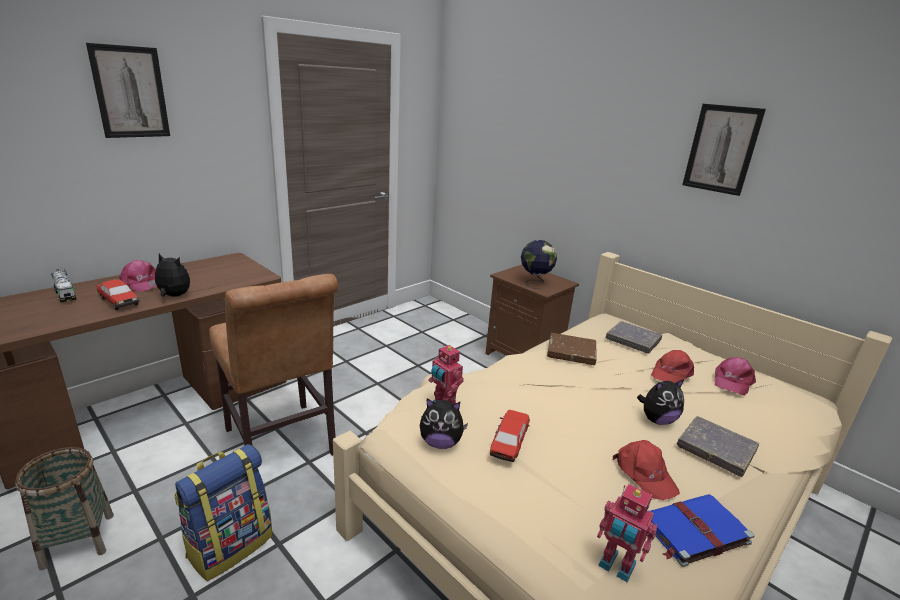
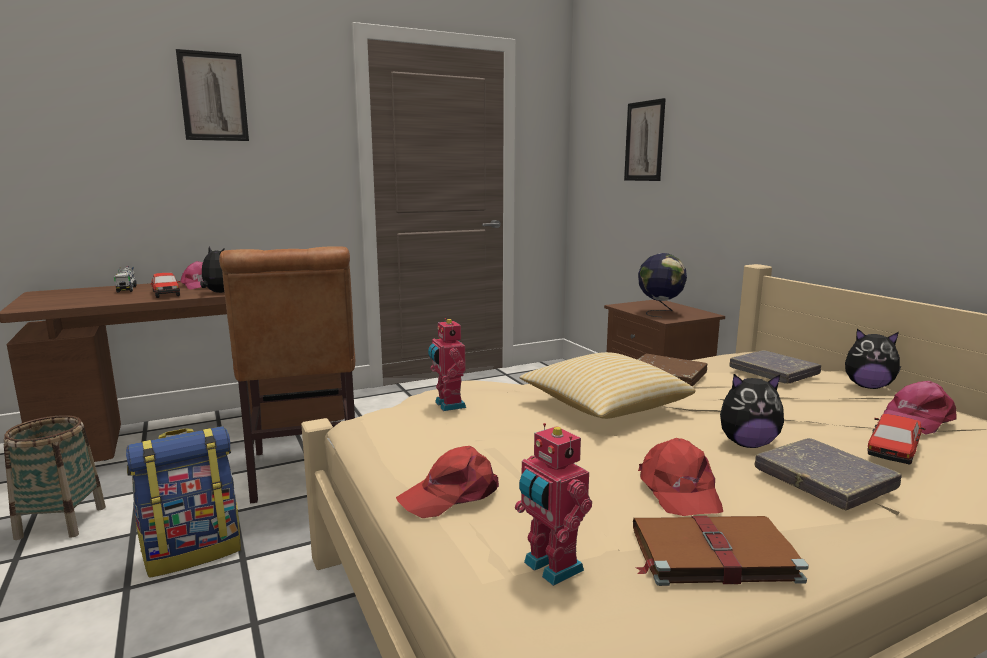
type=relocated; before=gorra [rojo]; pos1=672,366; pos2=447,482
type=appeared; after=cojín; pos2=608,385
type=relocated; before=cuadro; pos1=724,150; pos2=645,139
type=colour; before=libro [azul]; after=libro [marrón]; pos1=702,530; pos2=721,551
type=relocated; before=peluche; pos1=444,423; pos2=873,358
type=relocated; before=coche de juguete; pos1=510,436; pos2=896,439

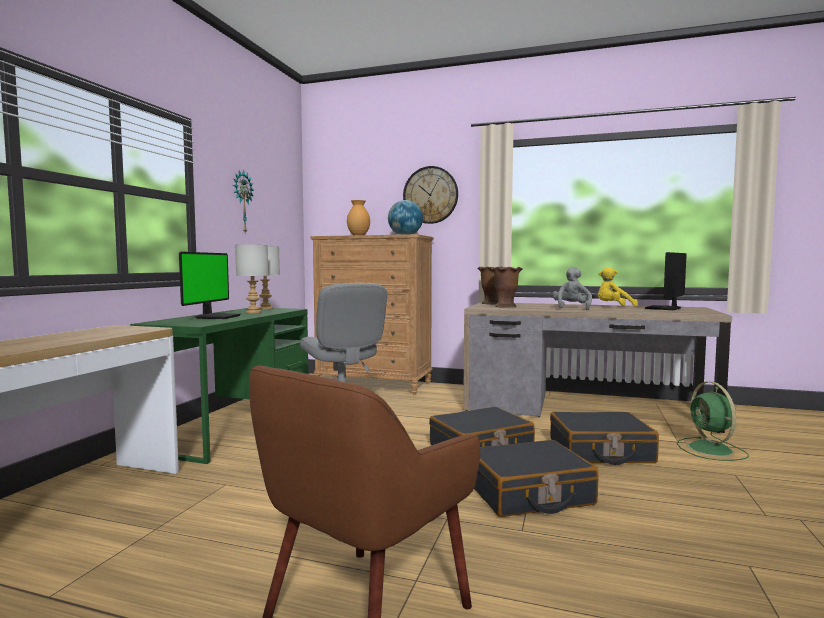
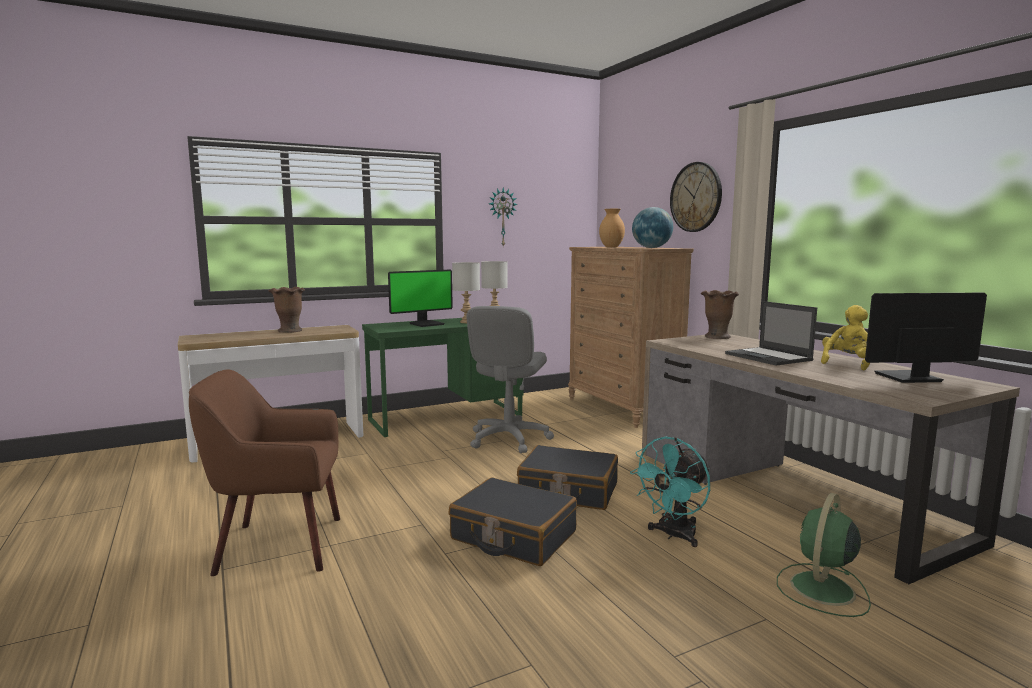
type=relocated; before=florero [marrón]; pos1=507,287; pos2=287,310
type=exchanged; before=maleta [negro]; after=ventilador [turquesa]; pos1=604,438; pos2=670,491
type=exchanged; before=peluche [gris]; after=portátil; pos1=572,288; pos2=771,333
type=spun; before=peluche [amarillo]; pos1=618,287; pos2=845,337; turn=90

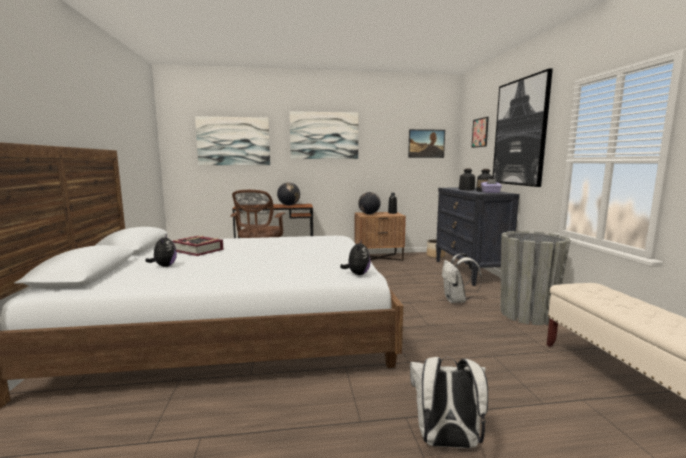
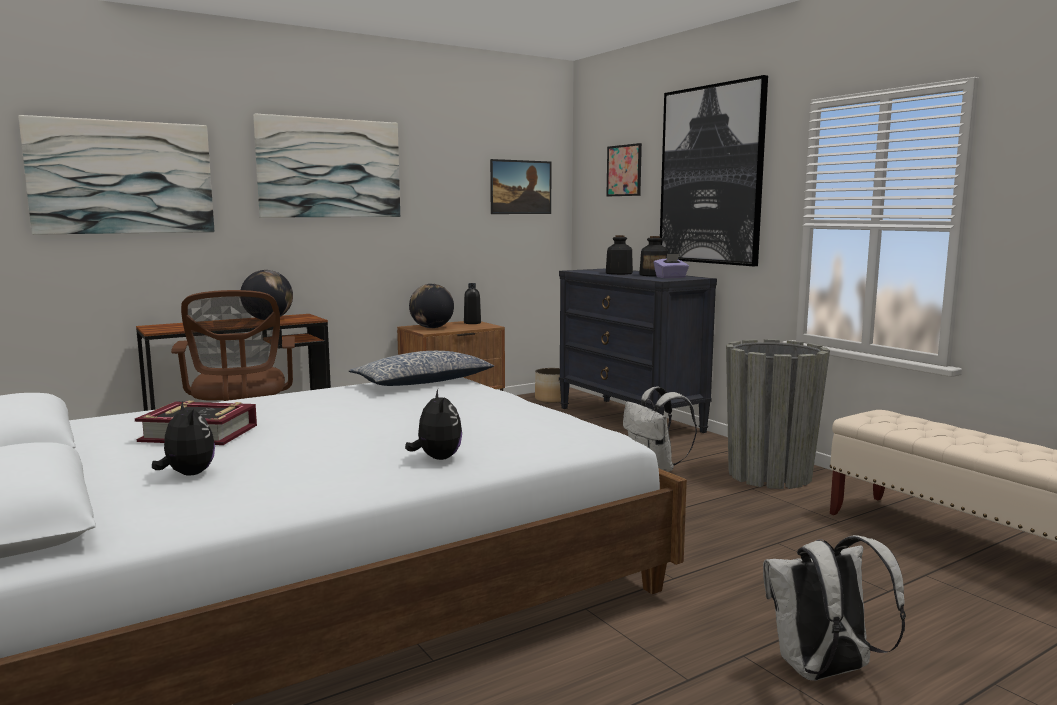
type=appeared; after=cojín; pos2=421,368
type=relocated; before=peluche; pos1=355,257; pos2=433,424

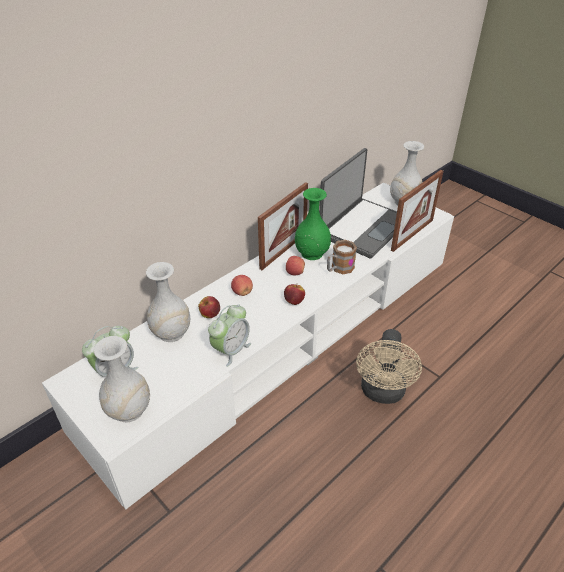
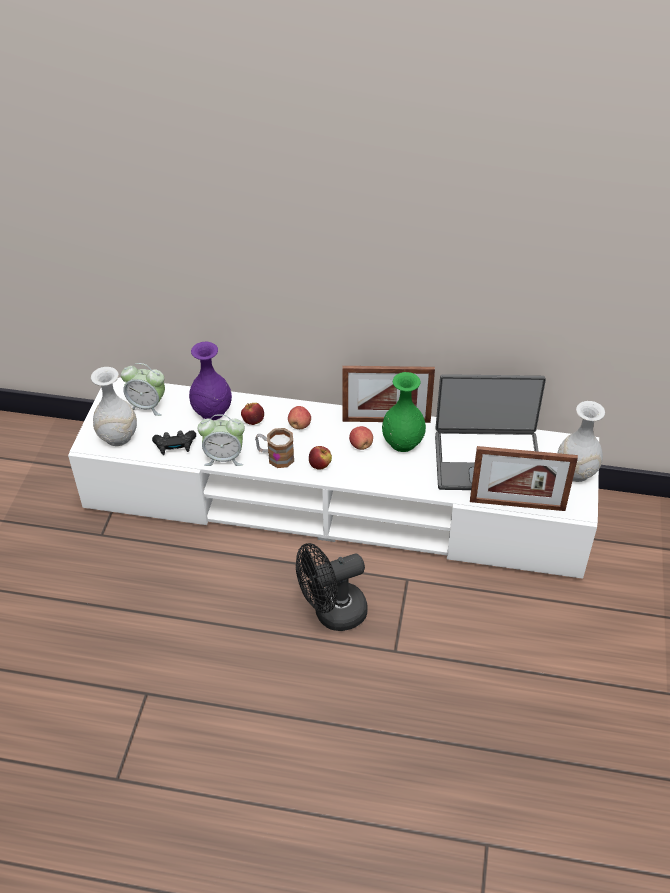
type=appeared; after=mando de consola [negro]; pos2=174,442
type=colour; before=florero [blanco]; after=florero [morado]; pos1=168,302; pos2=210,381
type=relocated; before=taza grande; pos1=342,257; pos2=274,448
type=colour; before=ventilador [beis]; after=ventilador [negro]; pos1=389,366; pos2=332,587

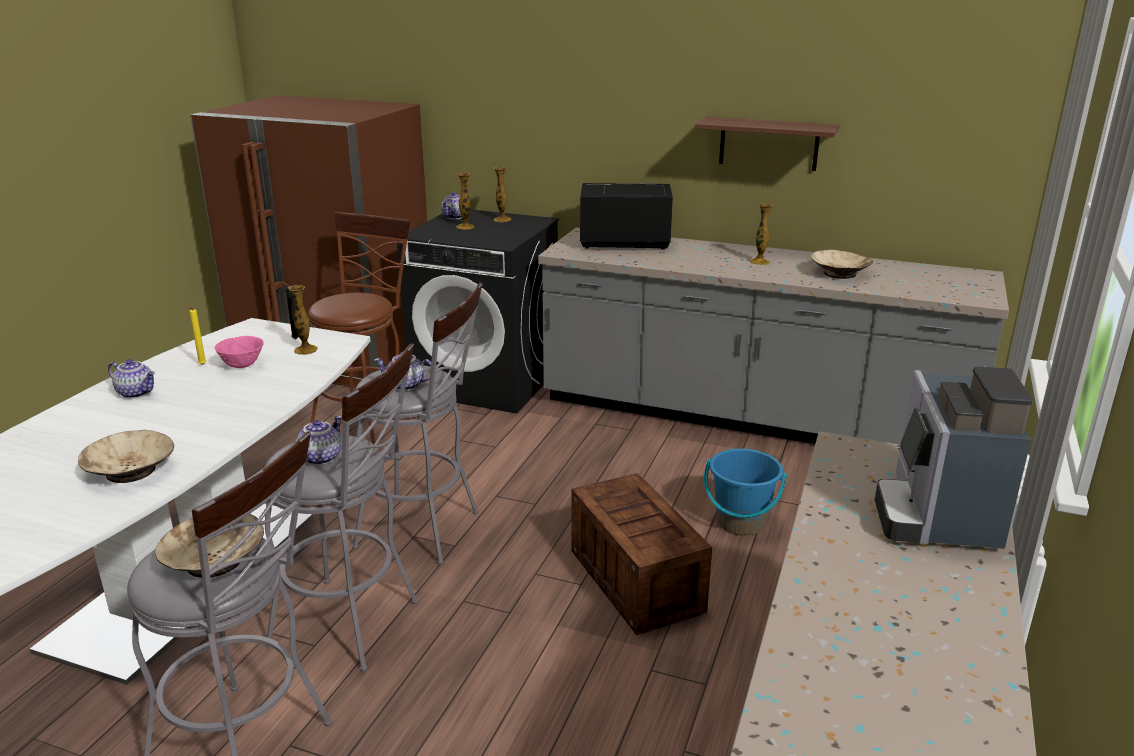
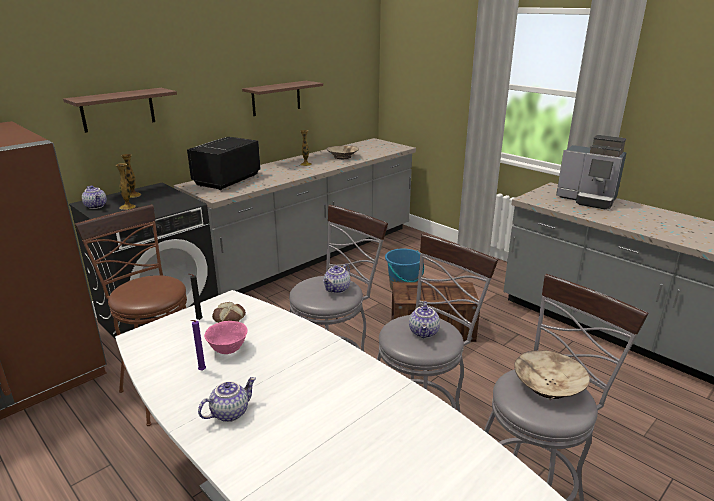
type=appeared; after=estante; pos2=120,110
type=colour; before=vela [amarillo]; after=vela [morado]; pos1=196,335; pos2=198,345
type=exchanged; before=florero; after=pan; pos1=303,320; pos2=229,312
type=spun; before=tetera; pos1=318,440; pos2=424,319; turn=-135
type=missing; before=cuenco [beis]; pos1=126,456

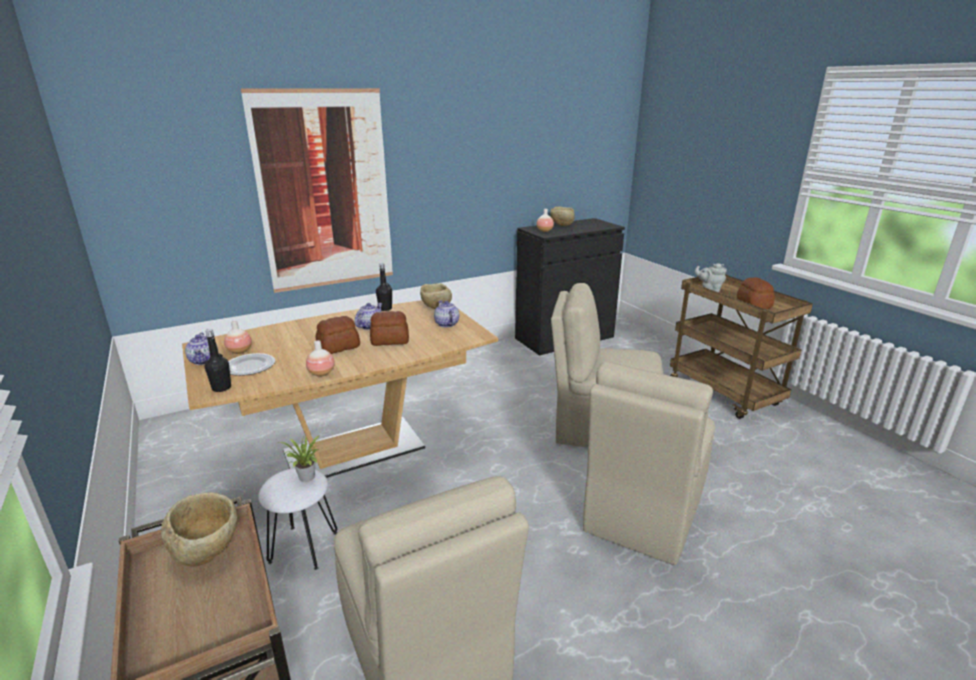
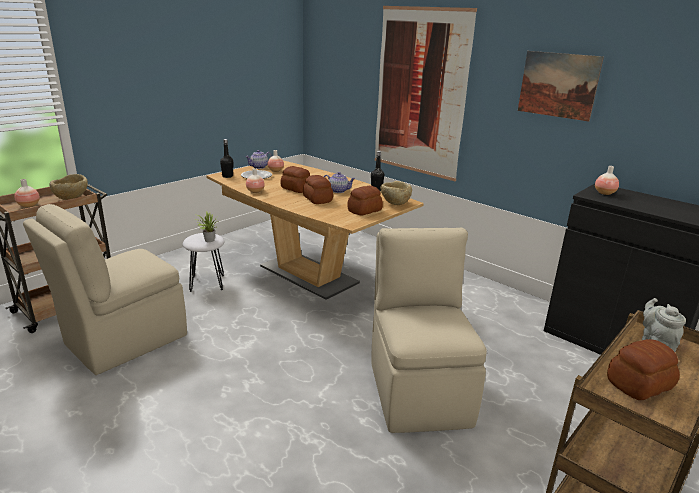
type=appeared; after=florero; pos2=27,193
type=exchanged; before=tetera; after=pan; pos1=446,314; pos2=365,200
type=appeared; after=cuadro; pos2=561,86
type=missing; before=cuenco [beis]; pos1=562,216
type=missing; before=silla [beis]; pos1=649,463

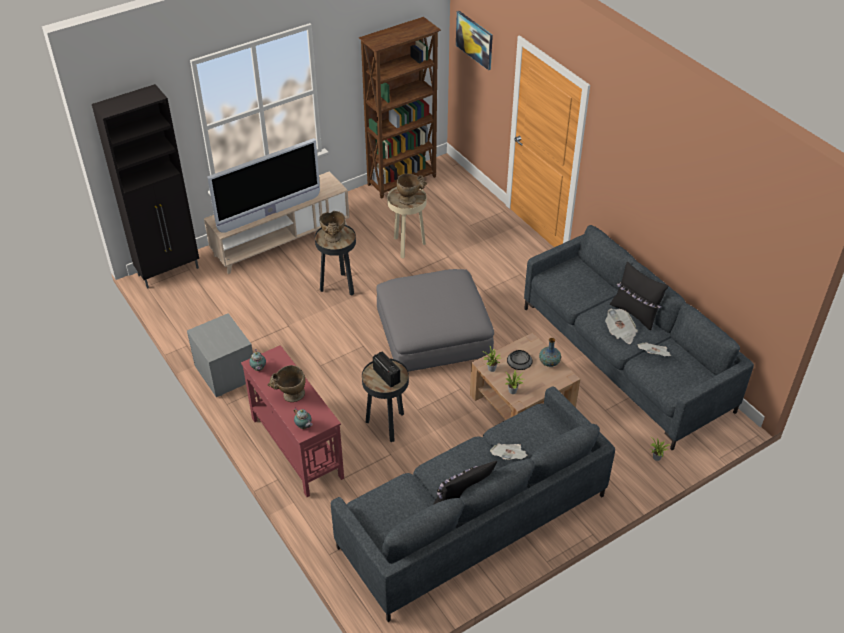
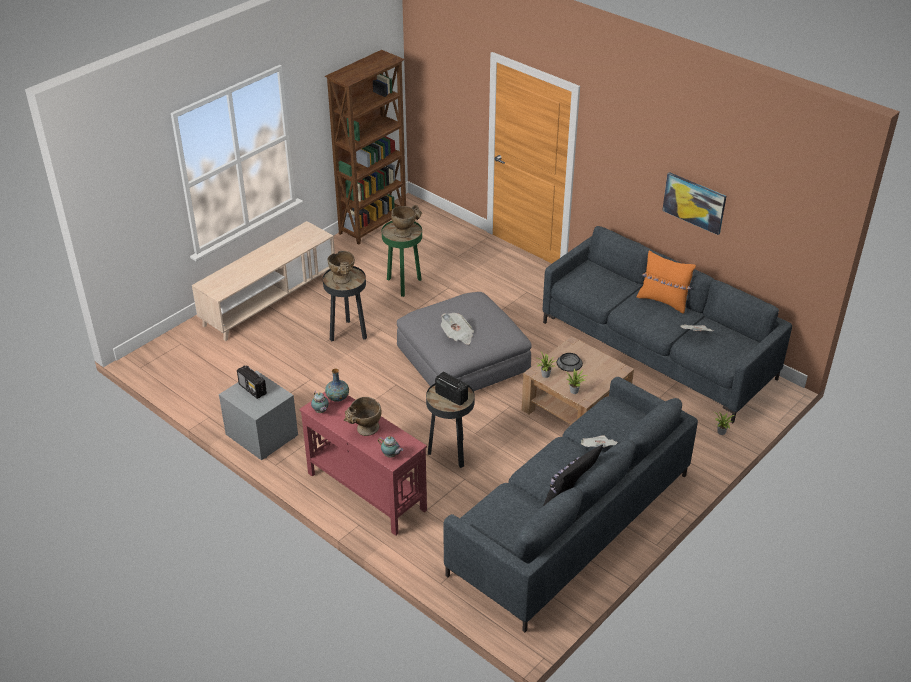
type=appeared; after=radio; pos2=252,382
type=relocated; before=florero; pos1=550,352; pos2=337,385
type=colour; before=mesa auxiliar [beis]; after=mesa auxiliar [verde]; pos1=406,222; pos2=402,259
type=relocated; before=periódico; pos1=621,326; pos2=457,329
type=colour; before=cojín [negro]; after=cojín [naranja]; pos1=639,296; pos2=666,282
type=relocated; before=cuadro; pos1=474,40; pos2=694,203
type=missing; before=armario [negro]; pos1=145,186
type=missing; before=televisor; pos1=263,185

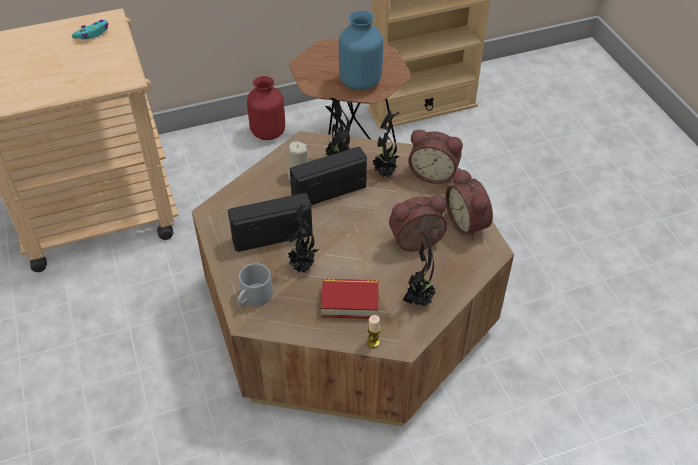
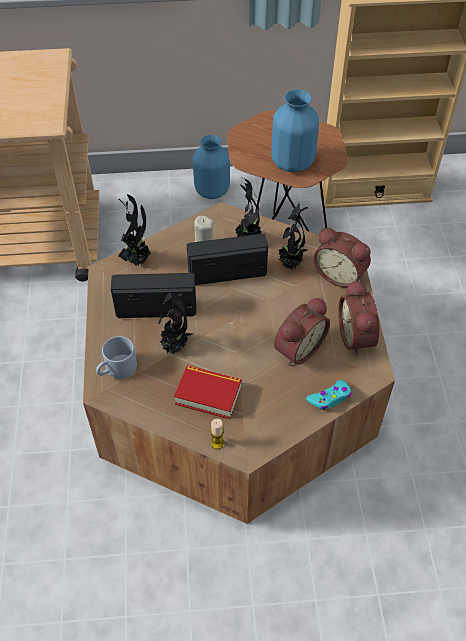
type=relocated; before=planta en maceta; pos1=419,269; pos2=134,230
type=colour; before=florero [rojo]; after=florero [azul]; pos1=266,108; pos2=211,167
type=spun; before=despertador; pos1=418,223; pos2=302,332; turn=135
type=relocated; before=mando de consola [turquesa]; pos1=90,30; pos2=329,395

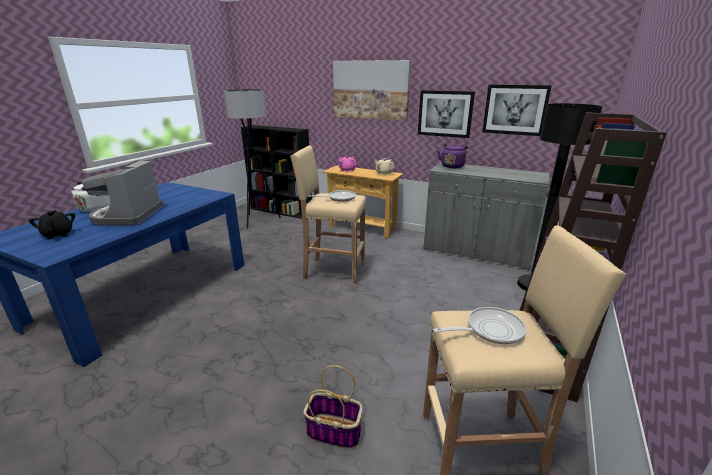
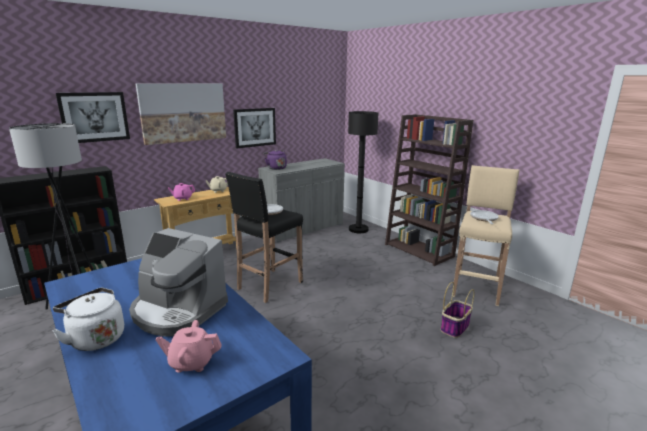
type=relocated; before=cuadro; pos1=517,110; pos2=93,117
type=colour; before=tetera [negro]; after=tetera [rosa]; pos1=51,224; pos2=188,346
type=colour; before=taburete [beis]; after=taburete [negro]; pos1=328,215; pos2=264,237

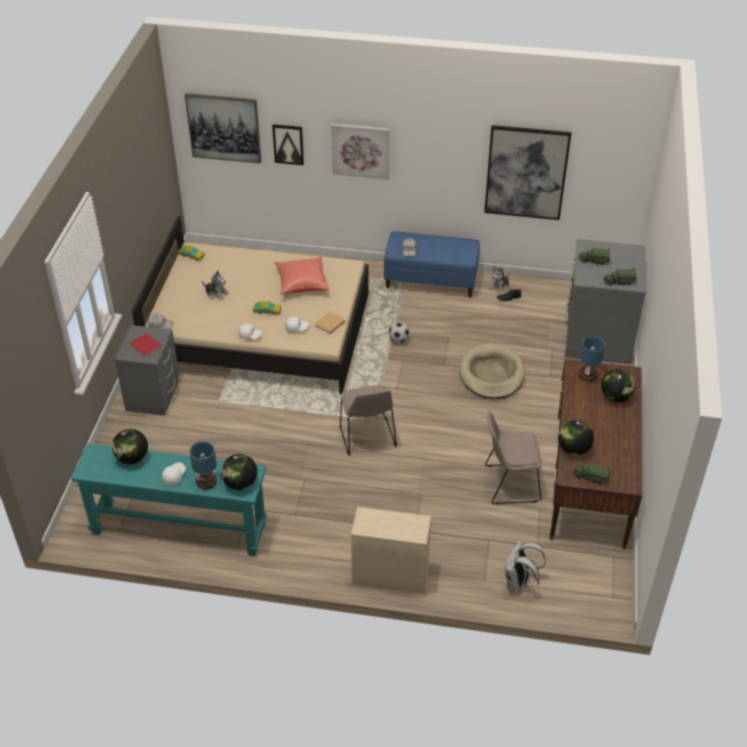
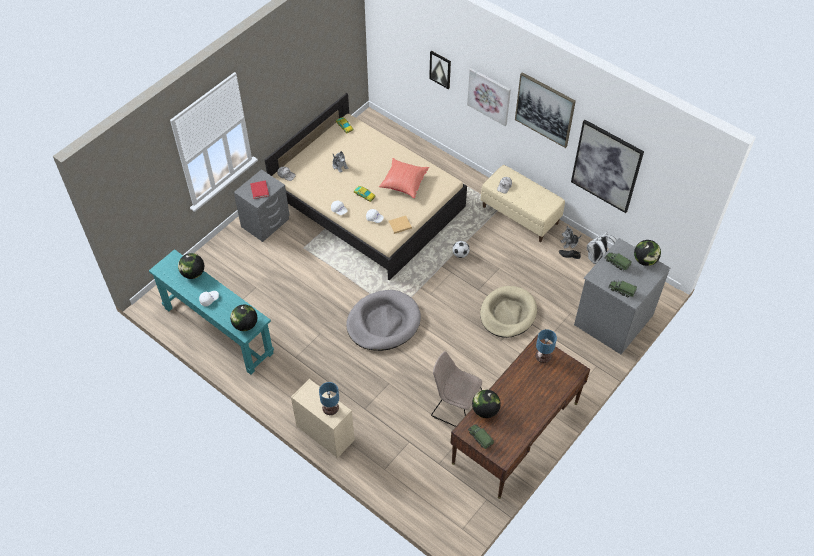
type=relocated; before=lámpara de mesa; pos1=203,465; pos2=329,398
type=exchanged; before=silla [beis]; after=cama para perro [gris]; pos1=368,420; pos2=383,320
type=colour; before=banco [azul]; after=banco [beis]; pos1=432,264; pos2=523,203
type=relocated; before=cuadro; pos1=223,128; pos2=545,110
type=relocated; before=mochila [blanco]; pos1=525,565; pos2=602,248
type=relocated; before=globo terráqueo; pos1=618,385; pos2=647,253

